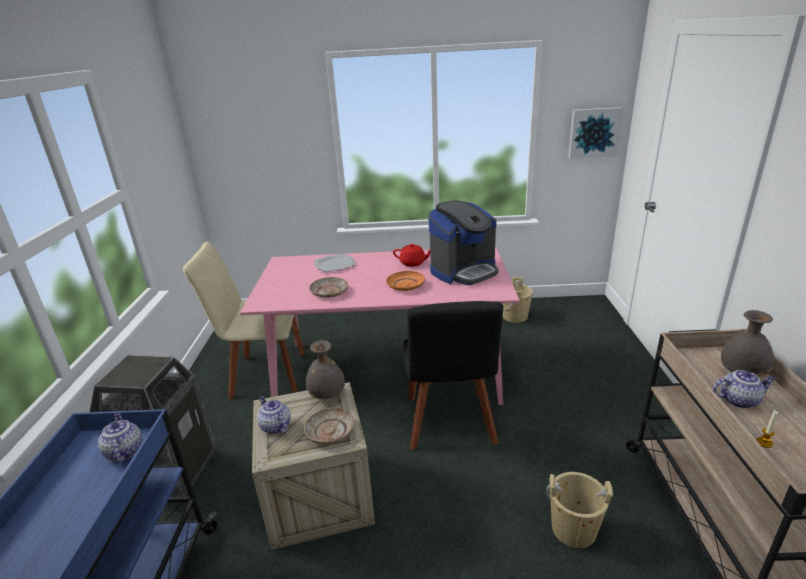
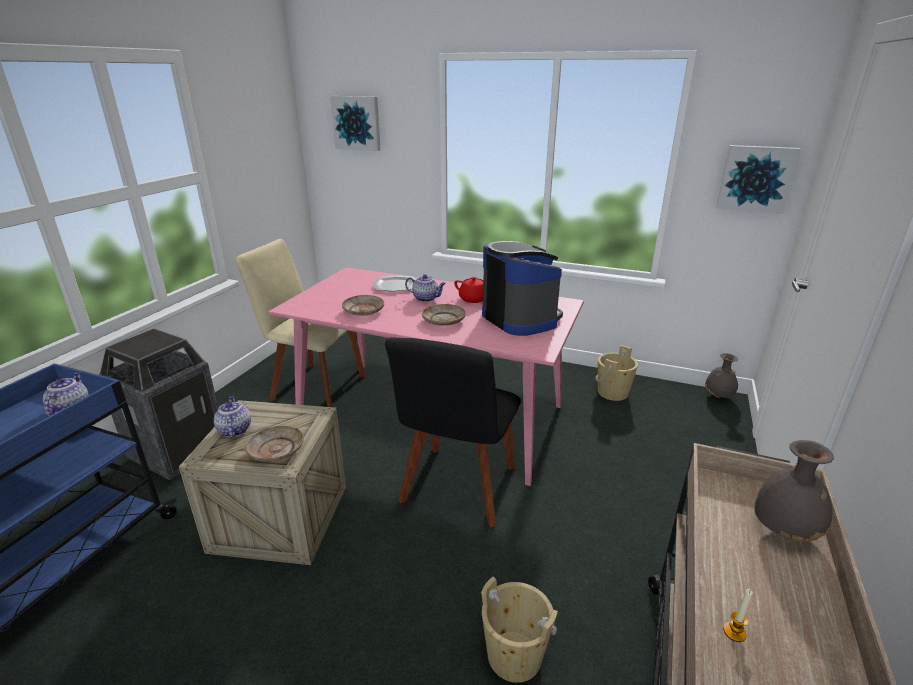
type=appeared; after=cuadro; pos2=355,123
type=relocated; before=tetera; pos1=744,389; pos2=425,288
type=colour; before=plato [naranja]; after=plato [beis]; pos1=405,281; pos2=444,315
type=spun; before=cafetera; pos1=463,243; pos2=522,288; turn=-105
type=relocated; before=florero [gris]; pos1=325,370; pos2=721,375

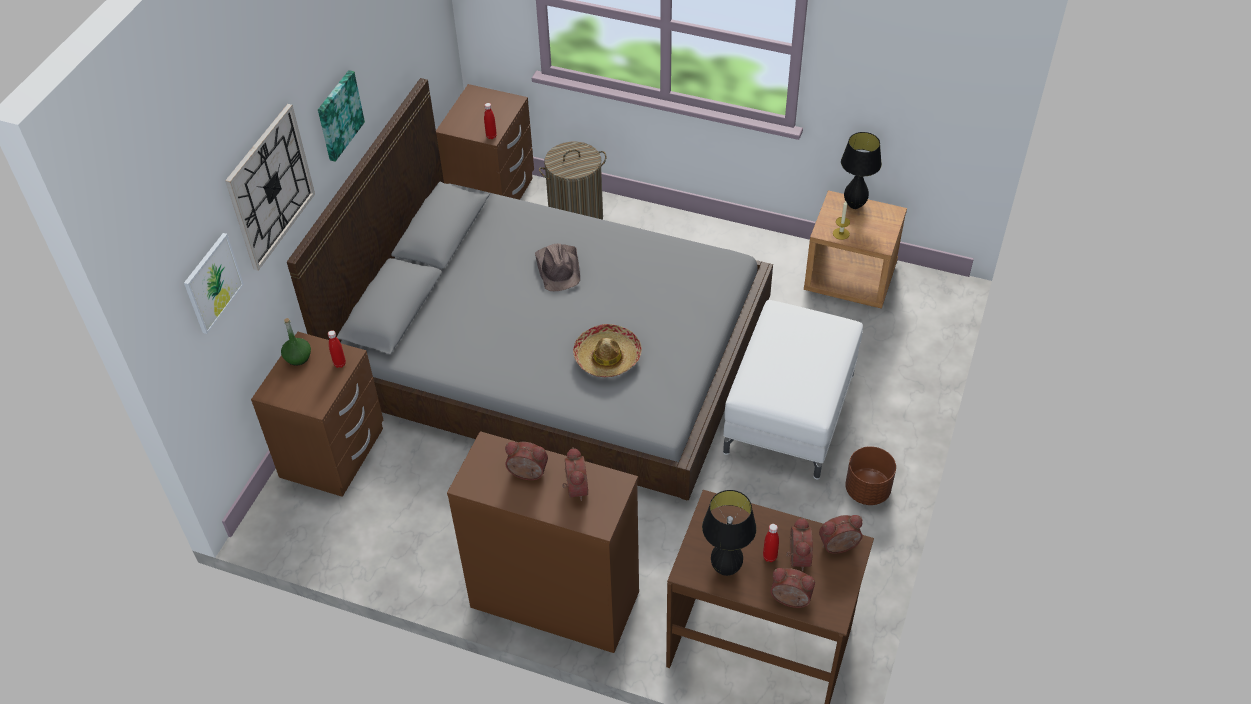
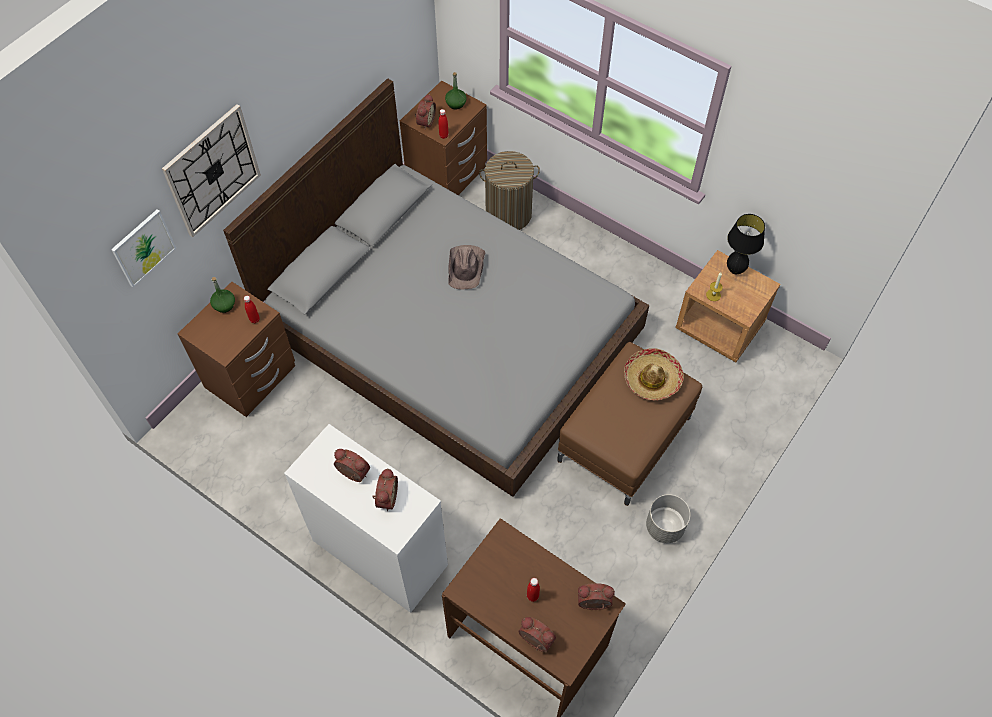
type=colour; before=cómoda [marrón]; after=cómoda [blanco]; pos1=543,542; pos2=366,518
type=relocated; before=despertador; pos1=799,544; pos2=425,112
type=appeared; after=botella [verde]; pos2=456,91
type=colour; before=puf [blanco]; after=puf [marrón]; pos1=793,390; pos2=629,424
type=relocated; before=sombrero; pos1=607,350; pos2=654,374
type=colour; before=maceta [marrón]; after=maceta [gris]; pos1=870,475; pos2=668,518
type=missing; before=cuadro; pos1=341,116
type=missing; before=lámpara de mesa [negro]; pos1=729,533

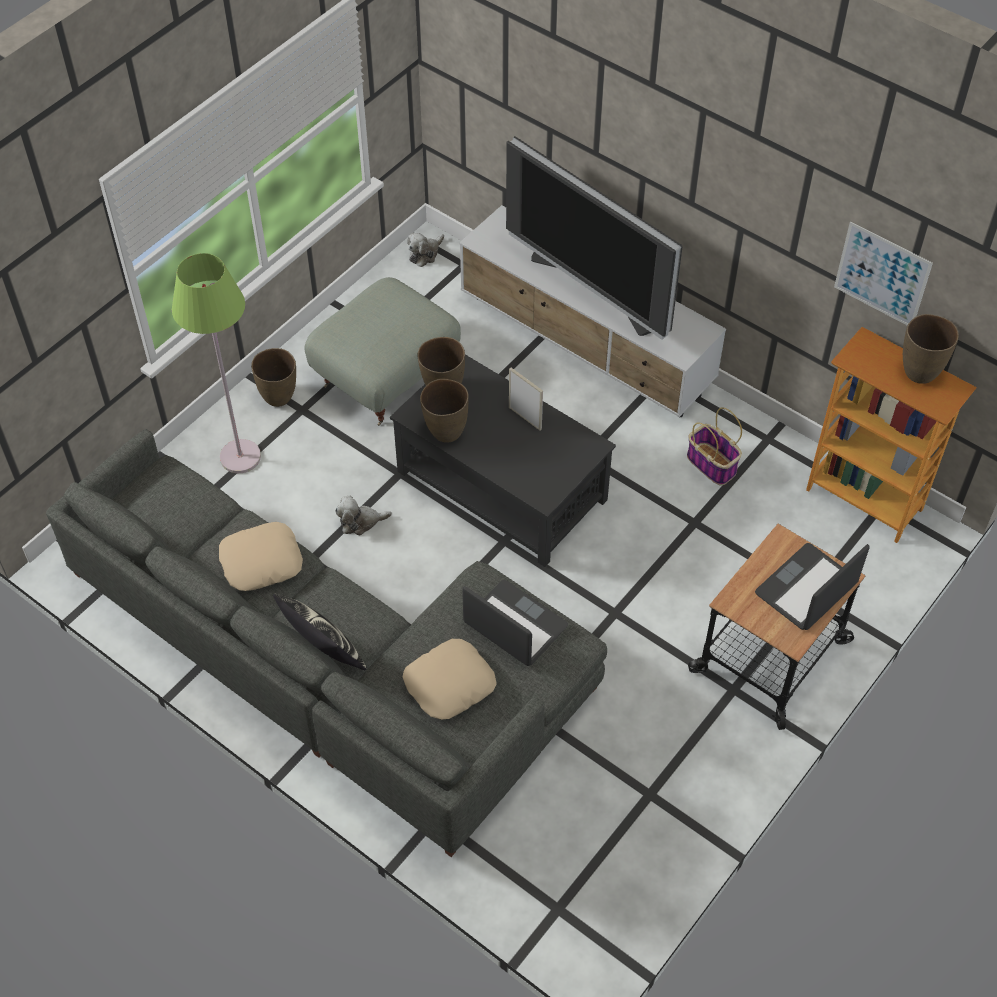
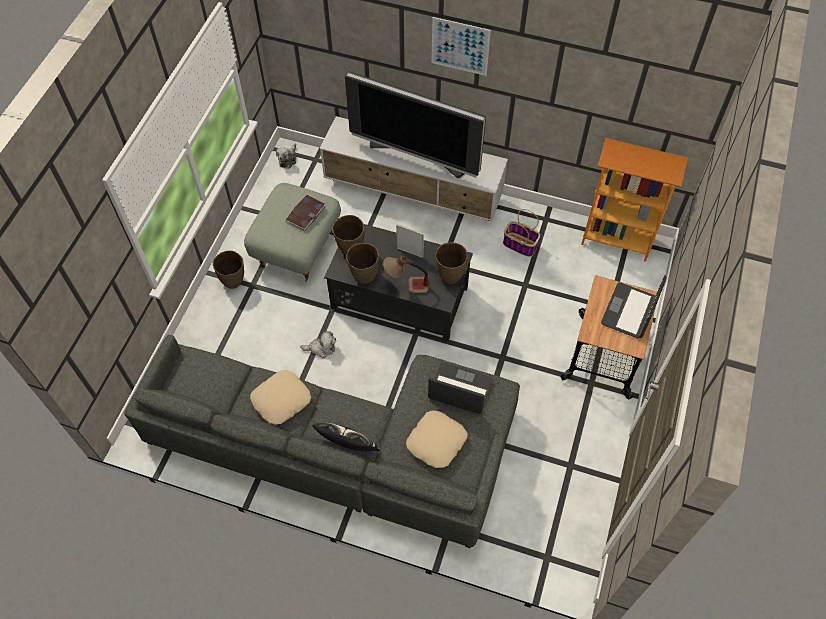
type=appeared; after=libro; pos2=305,213
type=spun; before=peluche; pos1=363,515; pos2=318,344; turn=-150
type=appeared; after=lámpara de mesa; pos2=406,275
type=relocated; before=cuadro; pos1=883,273; pos2=461,46
type=relocated; before=florero [marrón]; pos1=931,349; pos2=451,263
type=missing; before=lámpara de pie [verde]; pos1=216,363

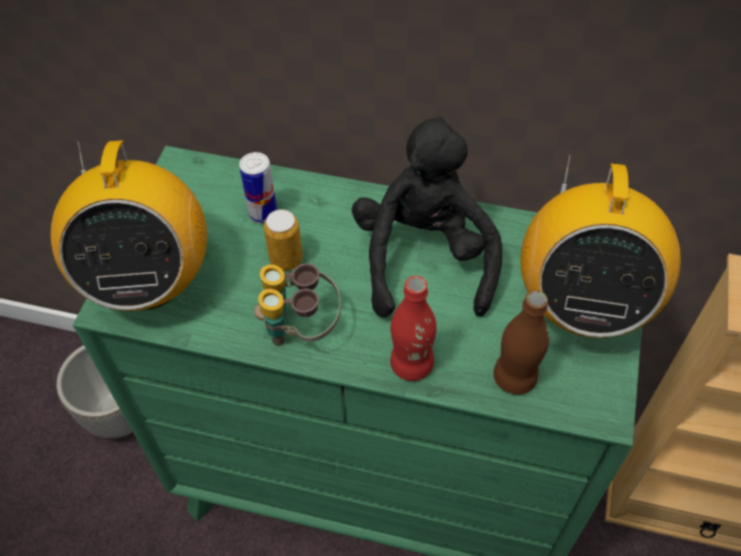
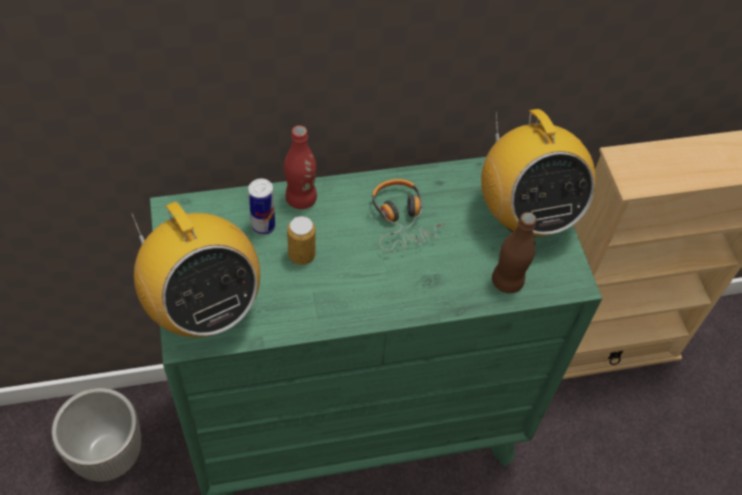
type=relocated; before=botella [rojo]; pos1=413,328; pos2=300,167
type=exchanged; before=peluche [negro]; after=auriculares; pos1=427,217; pos2=408,215
type=missing; before=prismáticos; pos1=297,304

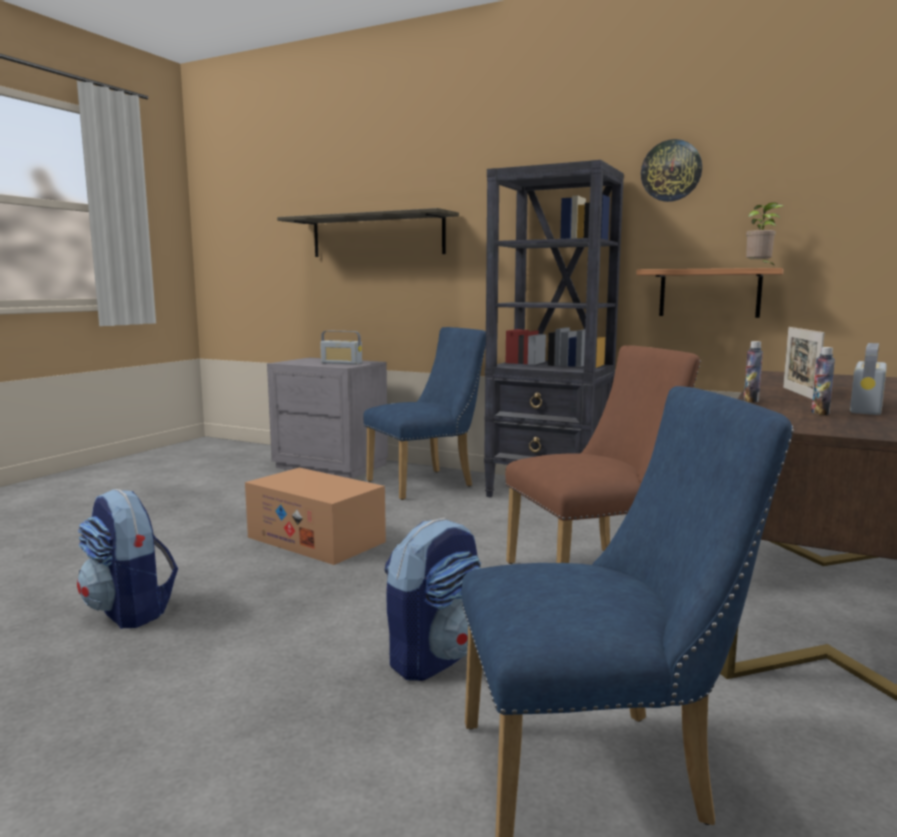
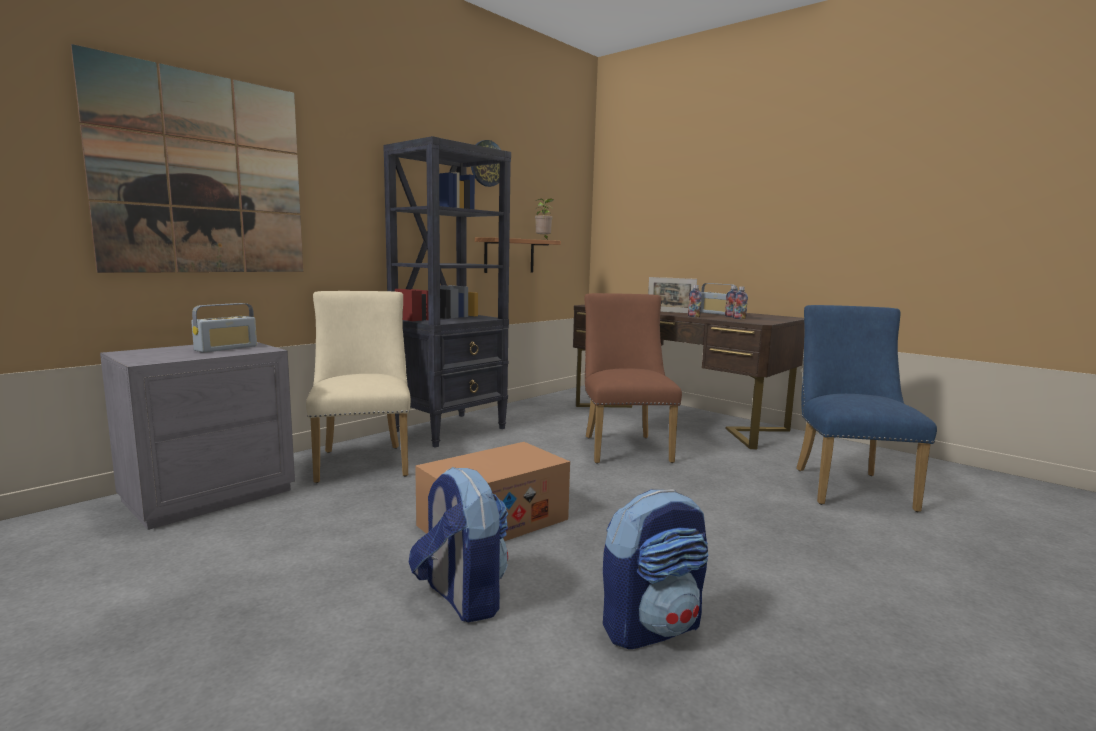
type=exchanged; before=estante; after=cuadro; pos1=368,232; pos2=187,158
type=colour; before=silla [azul]; after=silla [beis]; pos1=424,413; pos2=358,387
type=relocated; before=mochila; pos1=432,599; pos2=458,544
type=appeared; after=botella; pos2=740,303

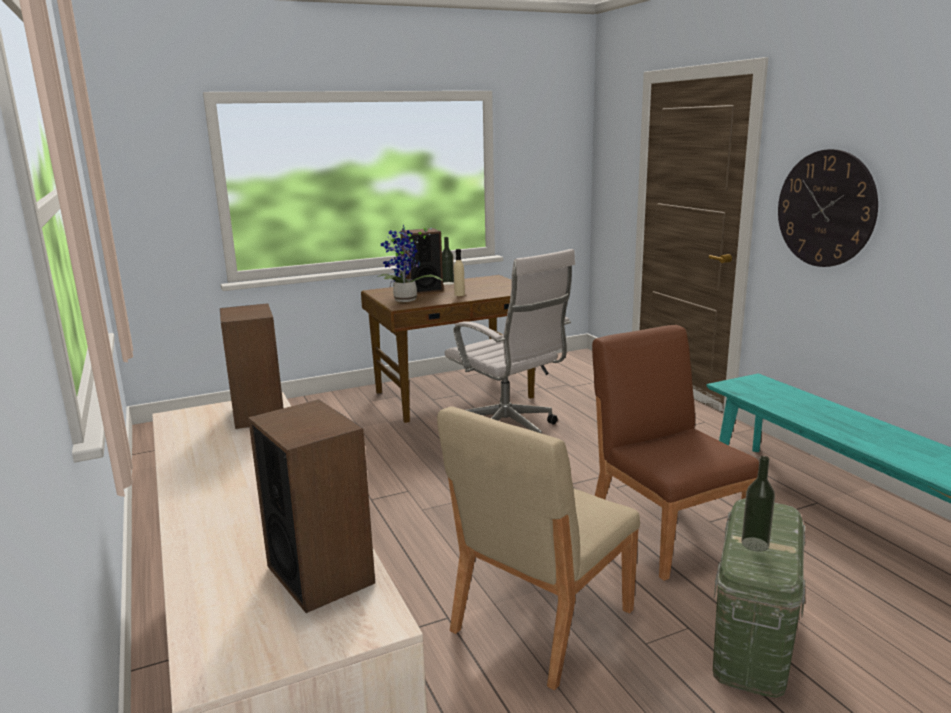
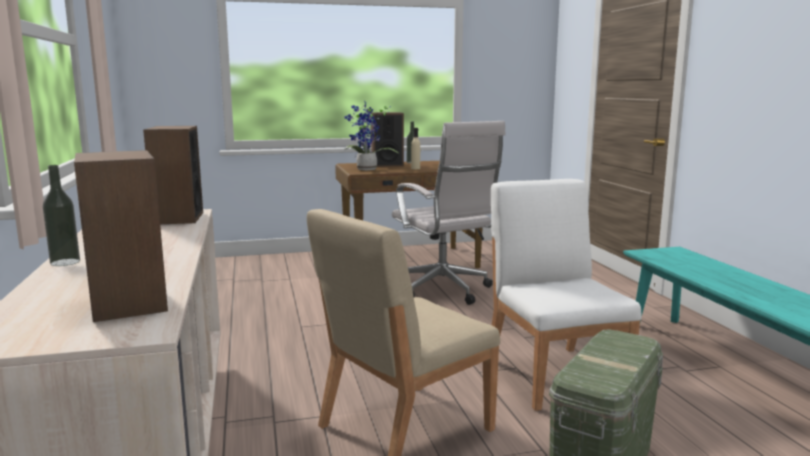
type=relocated; before=botella; pos1=758,504; pos2=61,215
type=colour; before=silla [marrón]; after=silla [blanco]; pos1=675,453; pos2=566,295
type=missing; before=reloj de pared; pos1=828,208

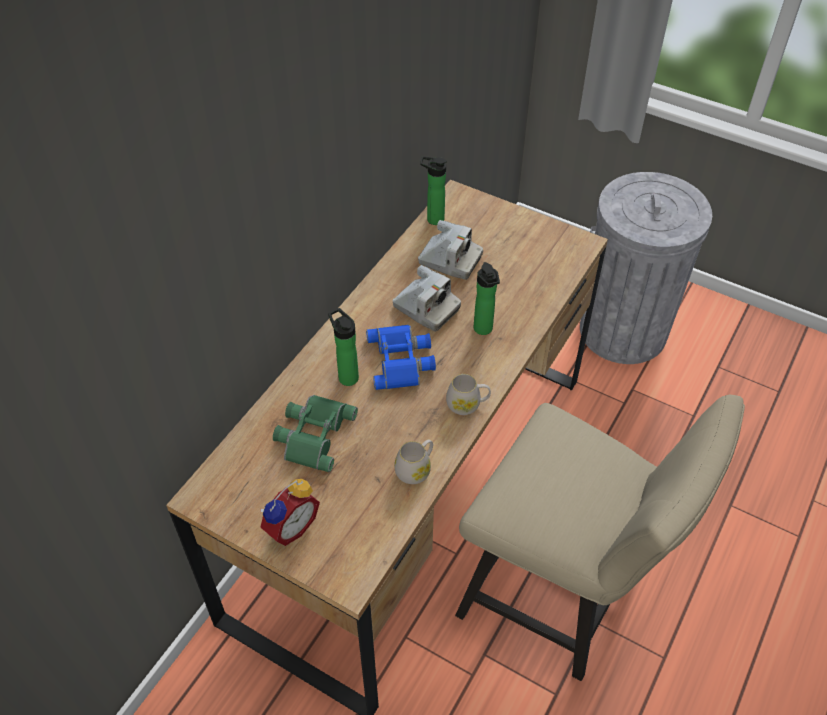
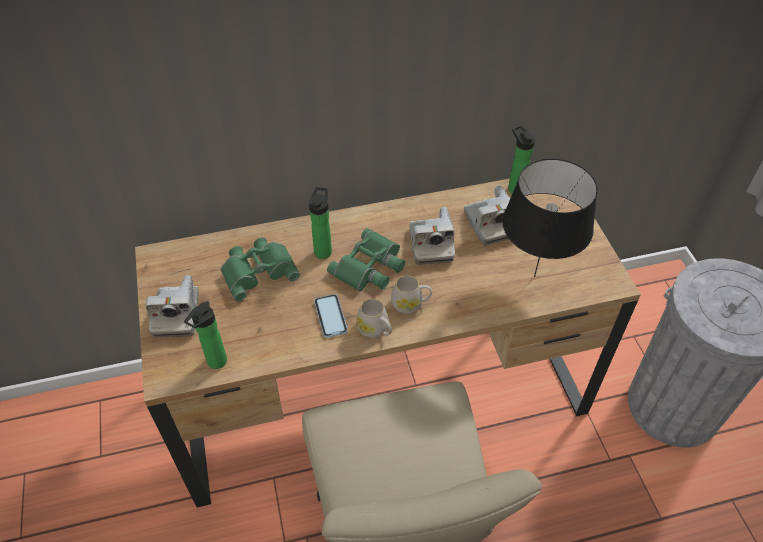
type=exchanged; before=despertador; after=cámara; pos1=290,512; pos2=172,306
type=relocated; before=botella; pos1=487,298; pos2=205,335
type=appeared; after=móvil; pos2=331,316
type=colour; before=prismáticos [azul]; after=prismáticos [verde]; pos1=401,357; pos2=366,259
type=relocated; before=taza grande [blanco]; pos1=413,461; pos2=411,294
type=appeared; after=lámpara de mesa [negro]; pos2=550,218

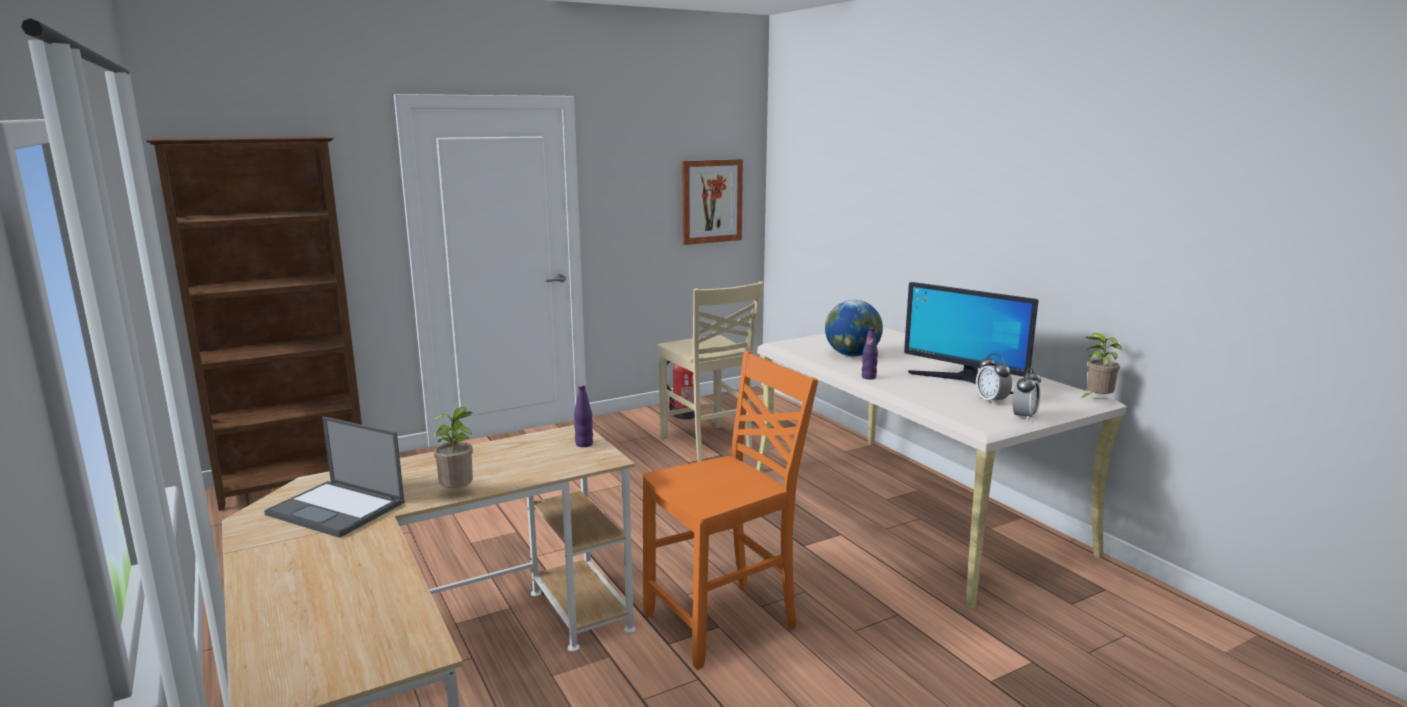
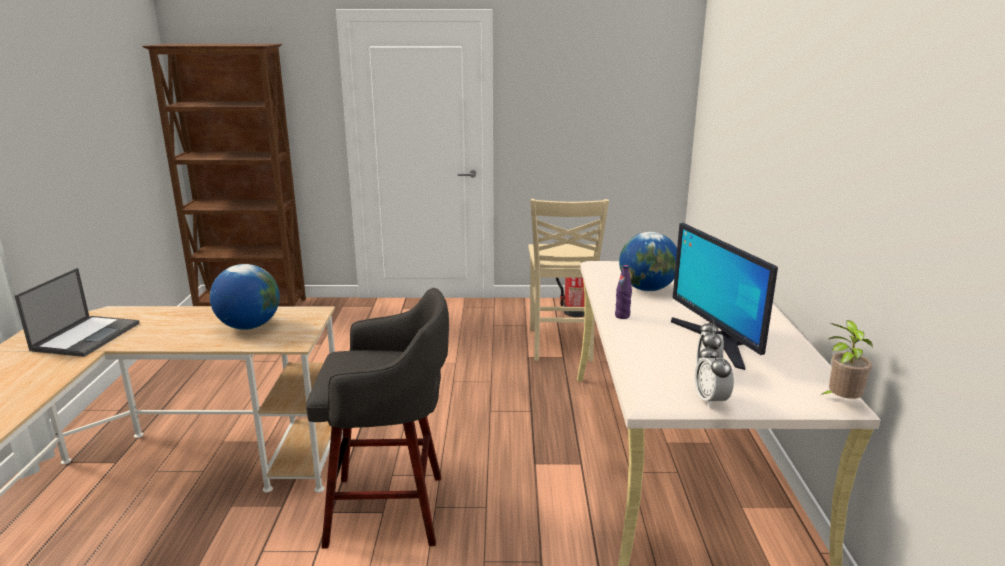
type=spun; before=portátil; pos1=334,477; pos2=77,312; turn=-135
type=appeared; after=globo terráqueo; pos2=245,297
type=exchanged; before=silla [naranja]; after=taburete [gris]; pos1=730,510; pos2=377,418
type=spun; before=despertador; pos1=1026,394; pos2=714,376; turn=105
type=missing; before=planta en maceta; pos1=452,447
type=missing; before=botella [morado]; pos1=583,416
type=missing; before=cuadro; pos1=712,202

